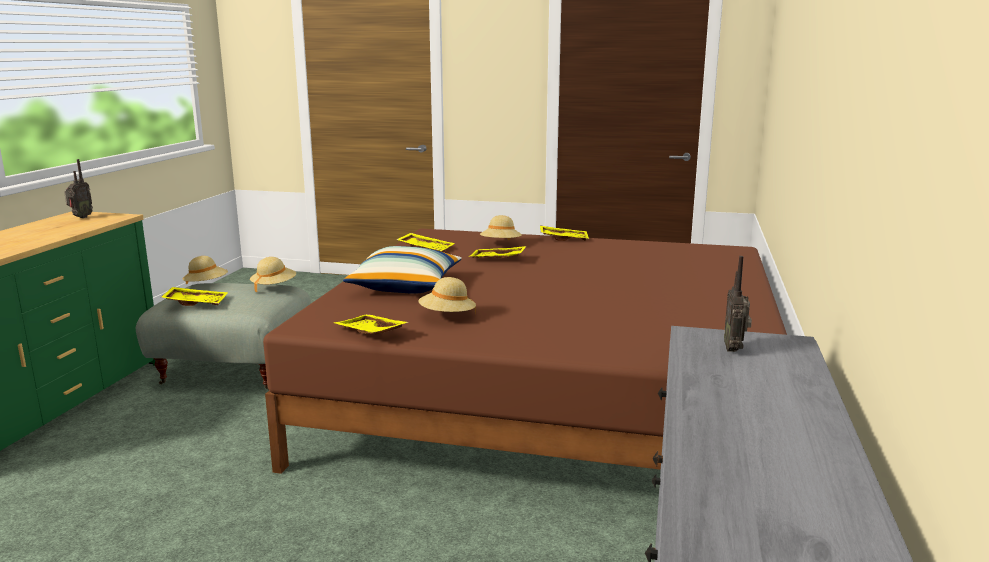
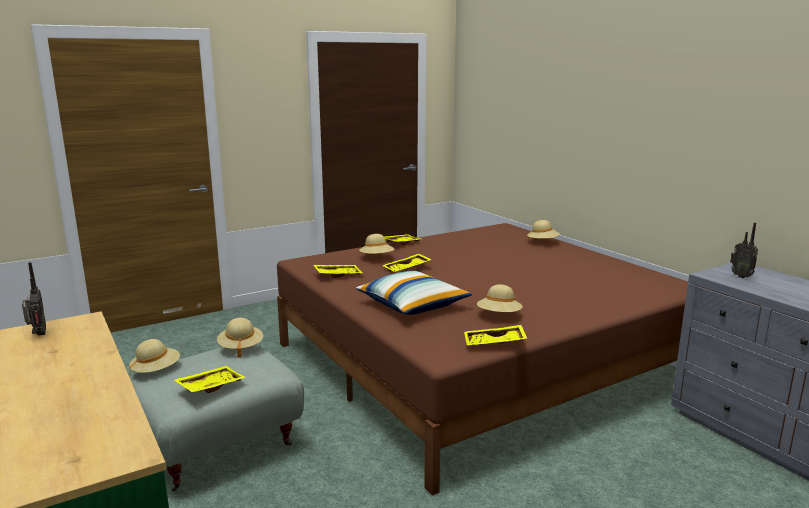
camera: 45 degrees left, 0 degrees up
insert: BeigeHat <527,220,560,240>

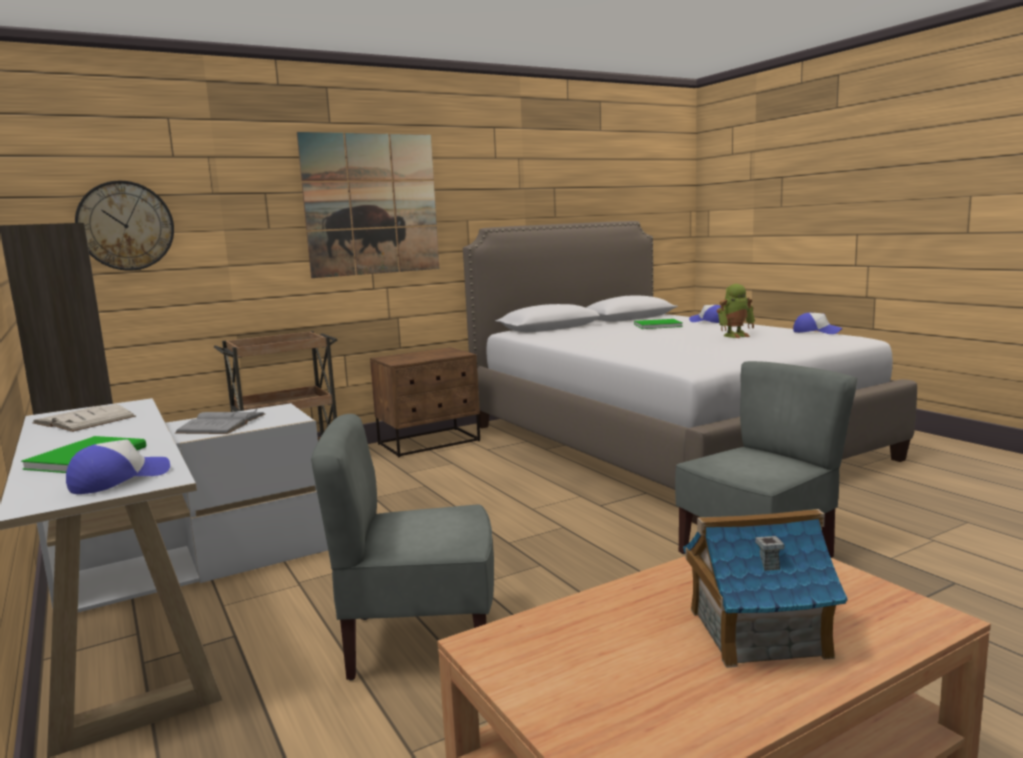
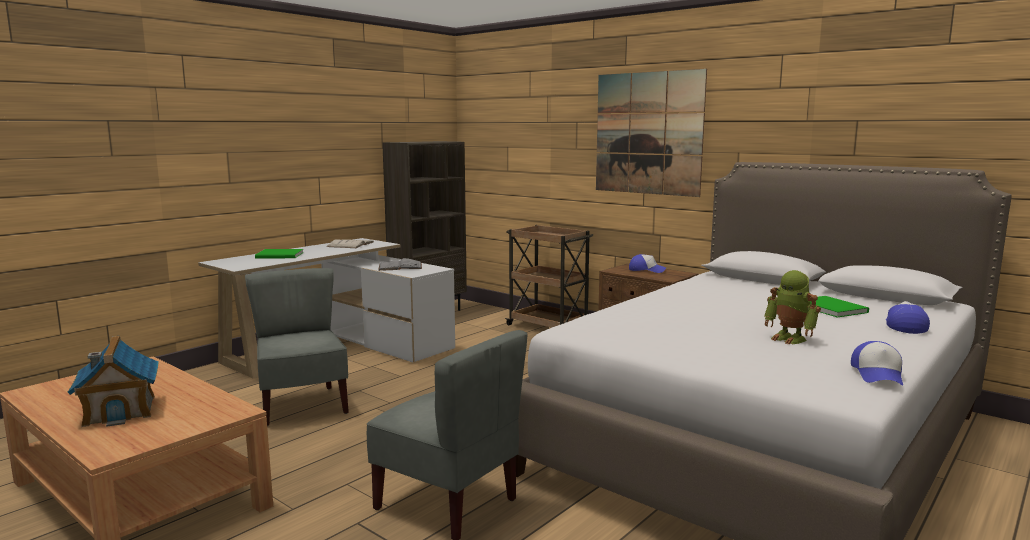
camera: 70 degrees right, 0 degrees up
delete: WallClock <75,181,174,271>
move: Cap <66,440,170,494> to <629,254,666,273>

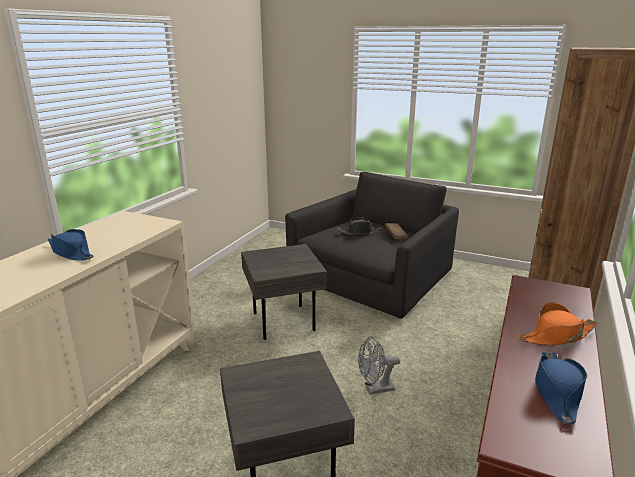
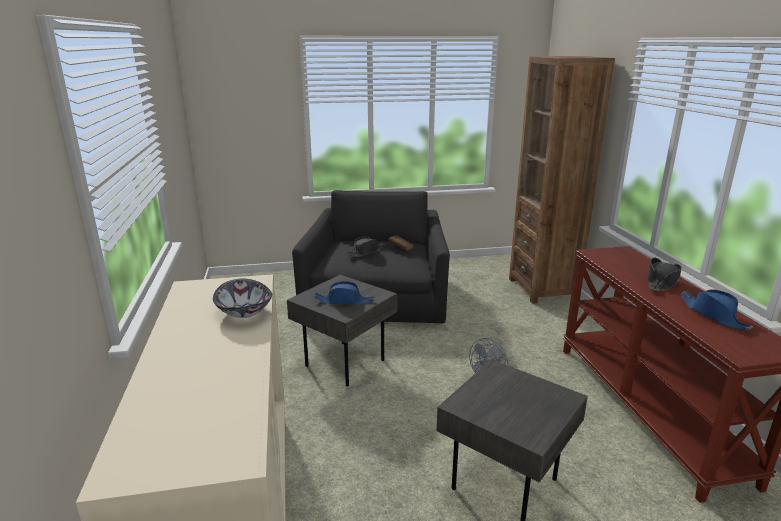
camera: 35 degrees left, 0 degrees up
insert: Bowl <213,279,272,318>
move: BlueHat <48,229,93,261> to <314,281,375,305>
recolor: OrangeHat <518,302,597,346> to BlackHat <648,258,682,291>

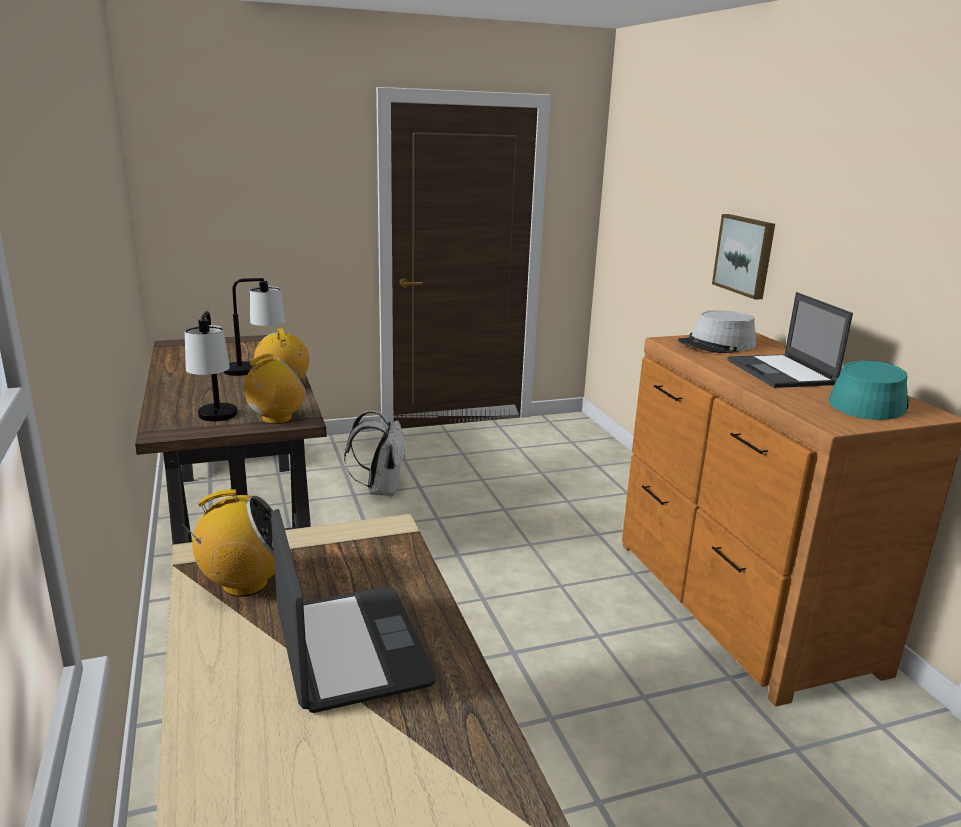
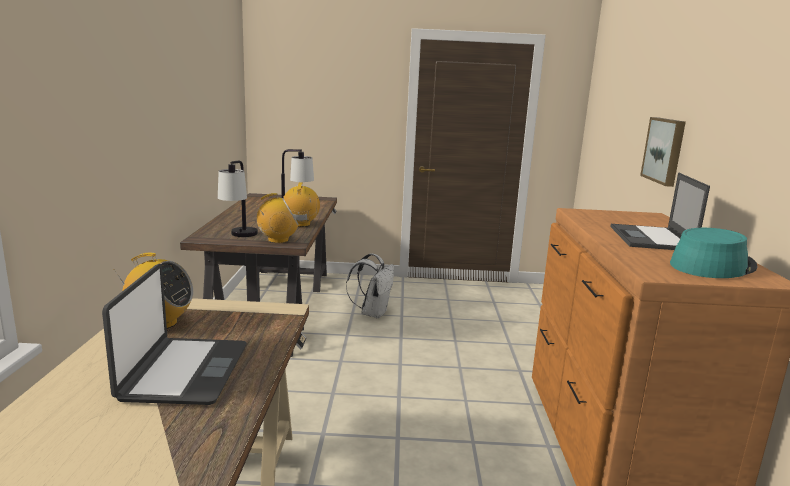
camera: 20 degrees right, 5 degrees down
delete: GreyHat <678,310,756,353>

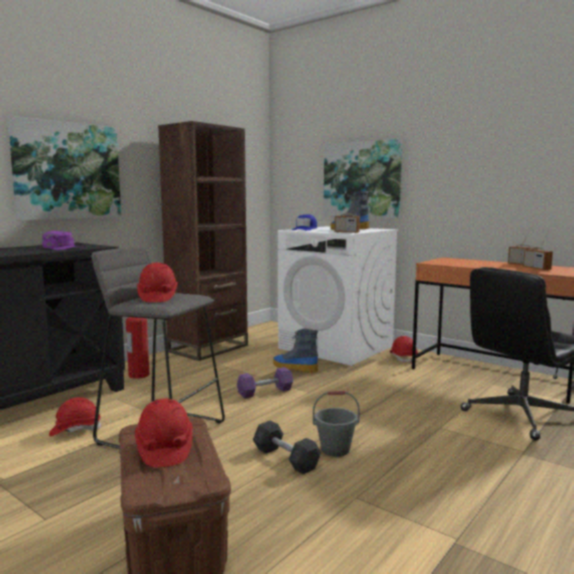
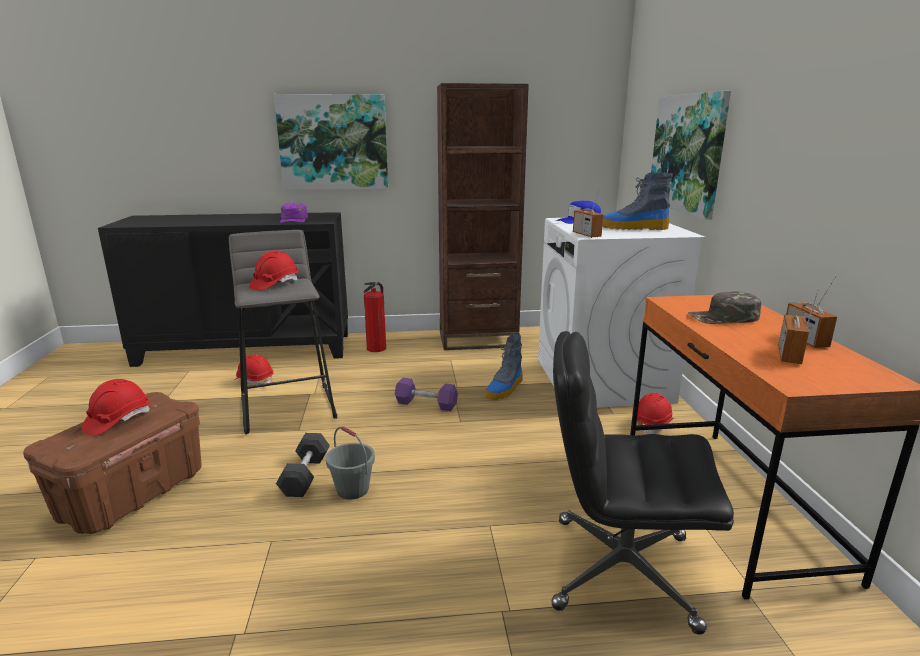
camera: 45 degrees right, 10 degrees up
insert: GreenCap <688,291,761,324>
rotate: Boot <273,328,318,373> = <485,334,523,400> 135 degrees counterclockwise

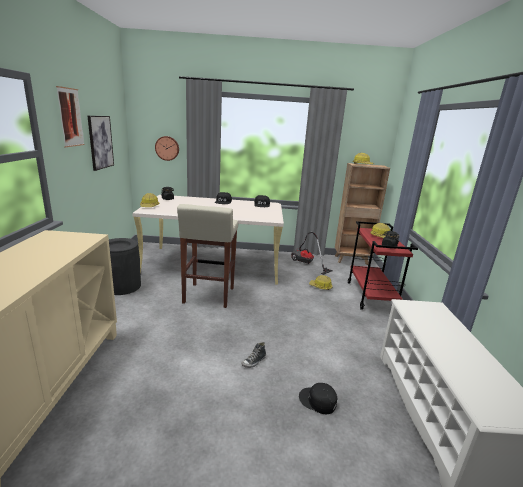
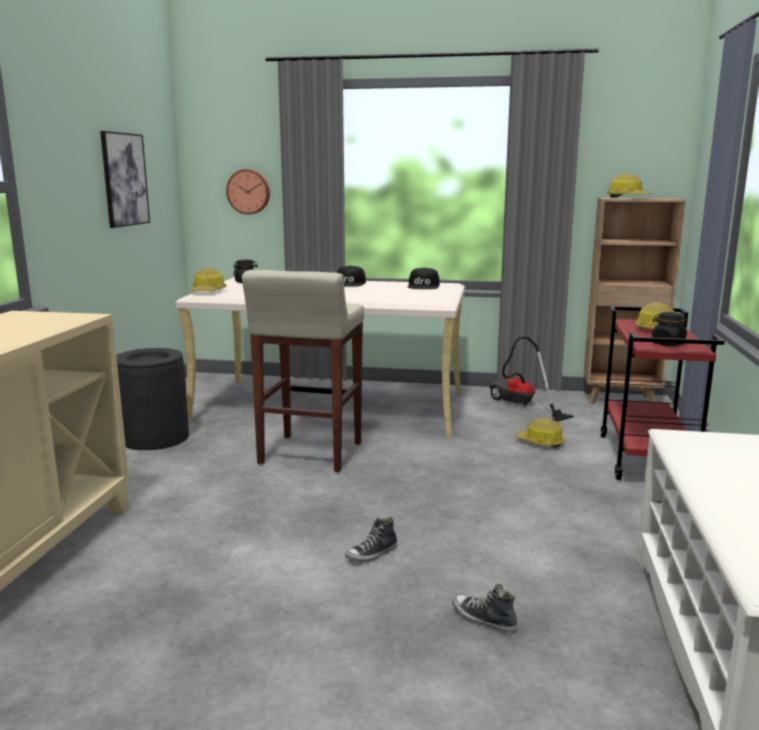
camera: 10 degrees right, 5 degrees down
delete: Picture <56,86,85,147>
replace: BlackCap <299,383,338,414> to Shoe <452,584,517,633>

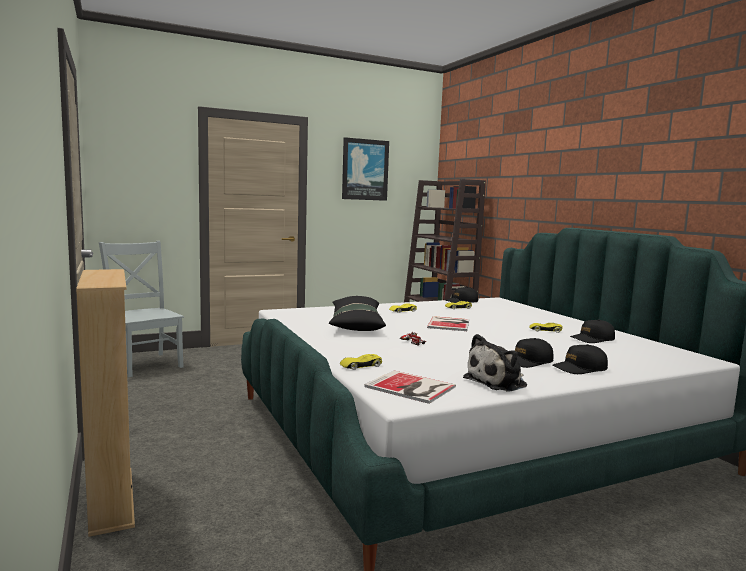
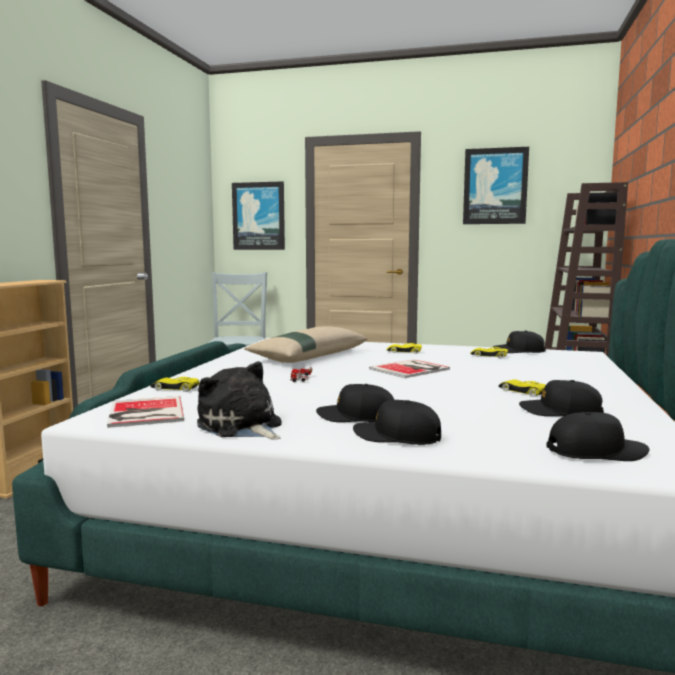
camera: 40 degrees right, 0 degrees up
insert: Picture <232,181,285,250>; BlackCap <547,412,650,461>
recolor: BlackPillow <329,296,386,331> to BeigePillow <244,326,367,363>
rotate: PlushToy <463,334,527,392> = <197,361,282,439> 45 degrees clockwise

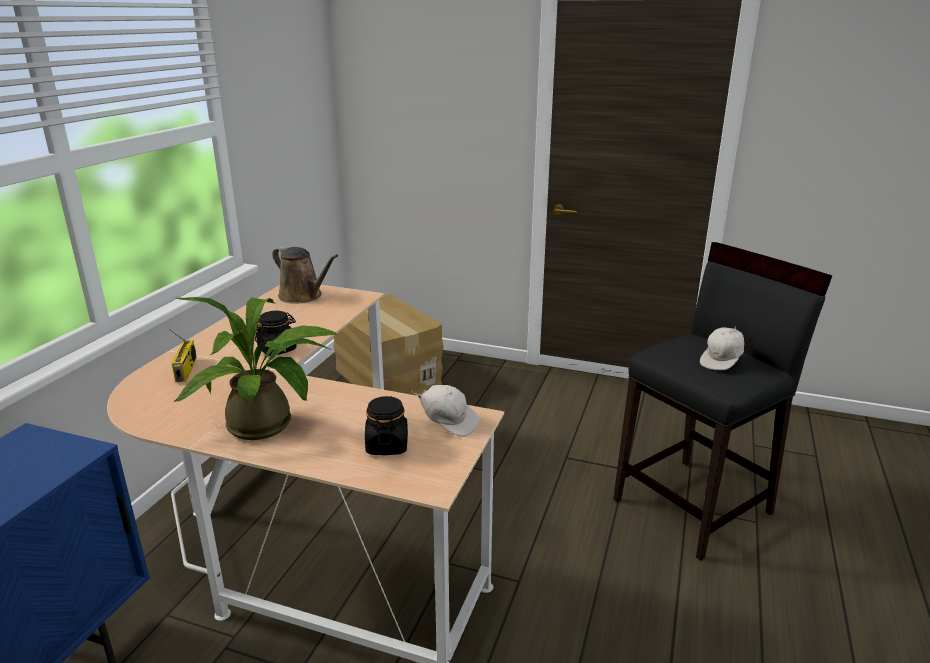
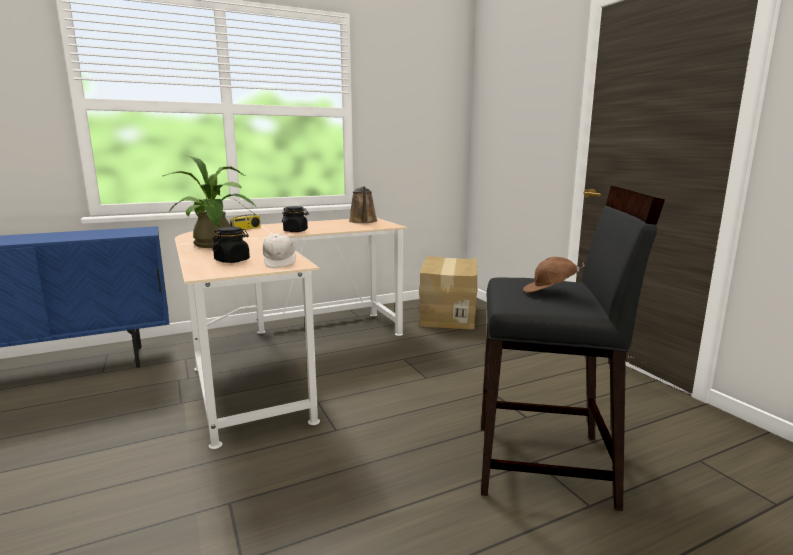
camera: 45 degrees right, 10 degrees down
recolor: WhiteCap <700,326,744,370> to BrownCap <523,257,585,293>

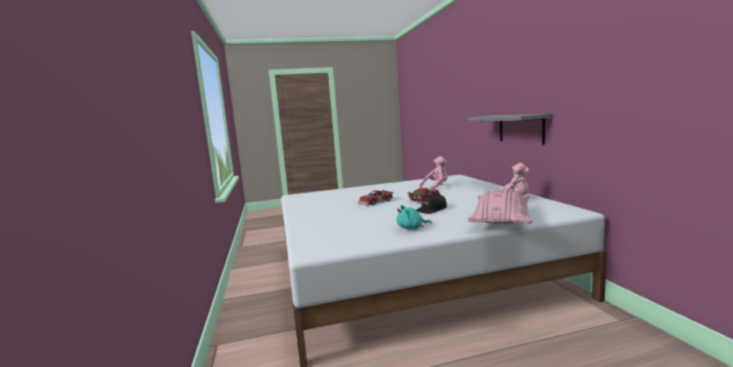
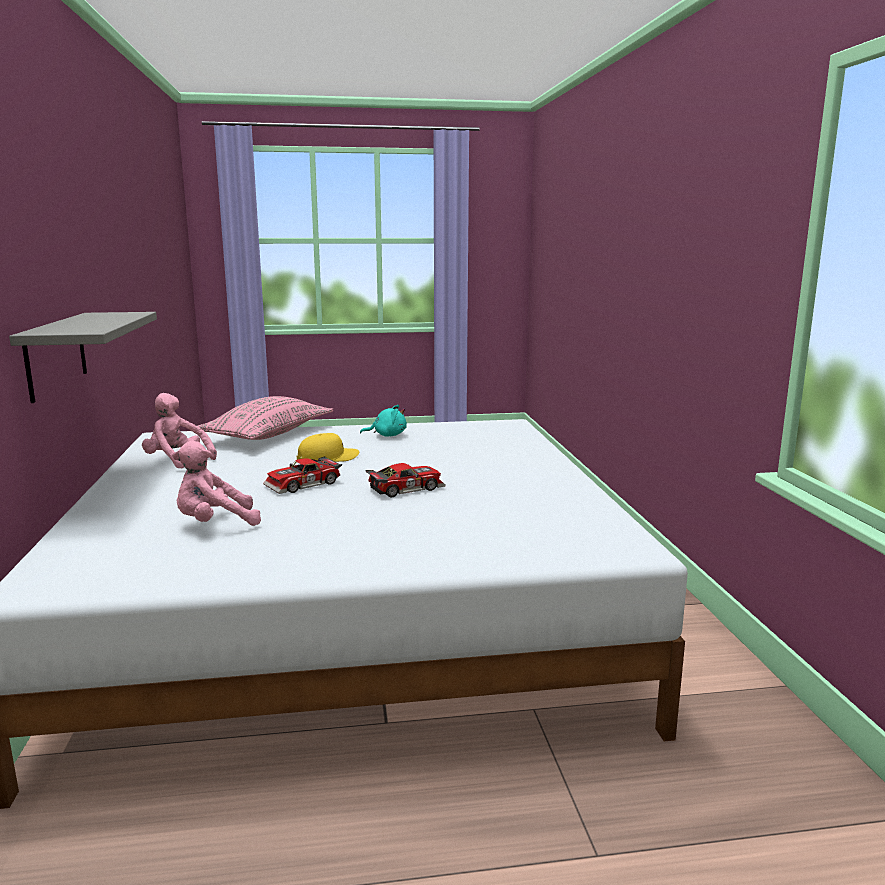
camera: 175 degrees left, 5 degrees up
recolor: BlackCap <416,194,447,214> to YellowCap <297,433,359,462>

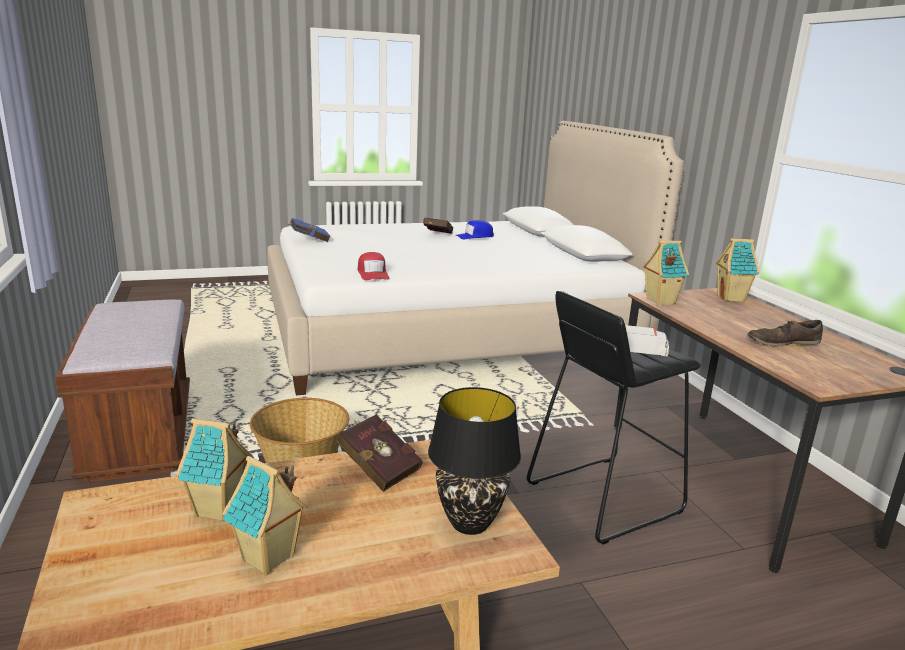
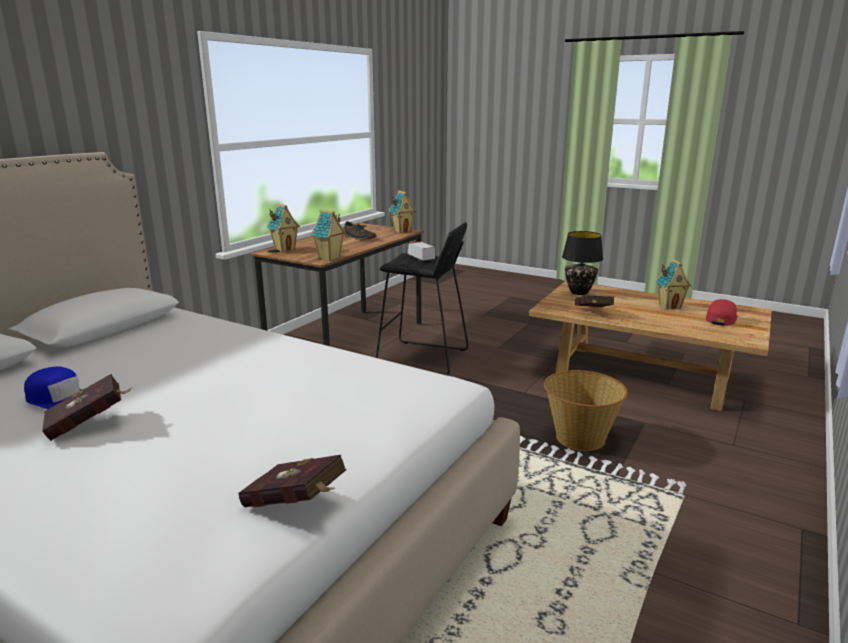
camera: 130 degrees left, 0 degrees up
delete: BrownBench <55,300,190,483>
move: ToyHouse <176,418,251,521> to <388,191,417,233>; RedCap <358,252,389,280> to <706,299,738,326>
recolor: BlueBook <284,218,331,242> to RedBook <238,455,346,507>

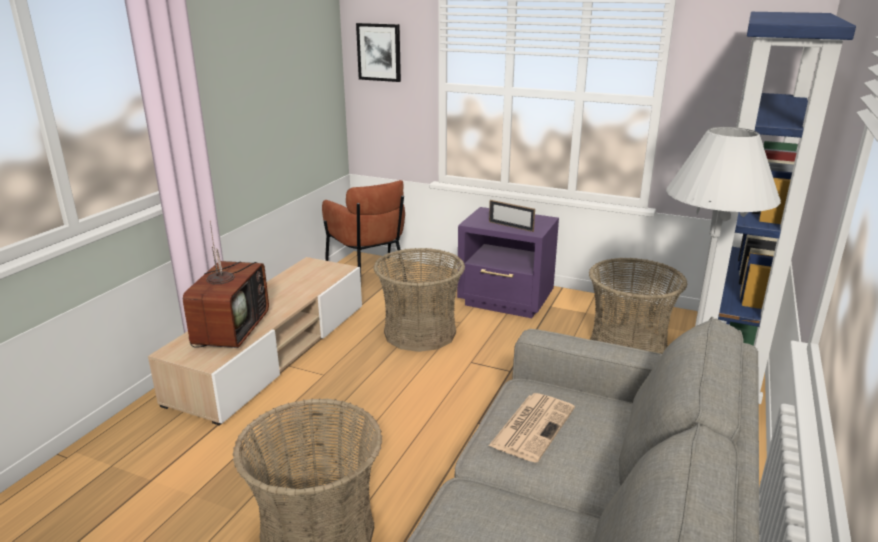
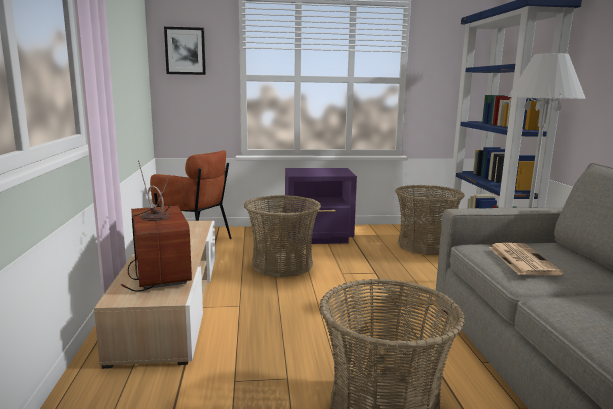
camera: 30 degrees left, 10 degrees down
delete: PictureFrame <489,200,535,232>

